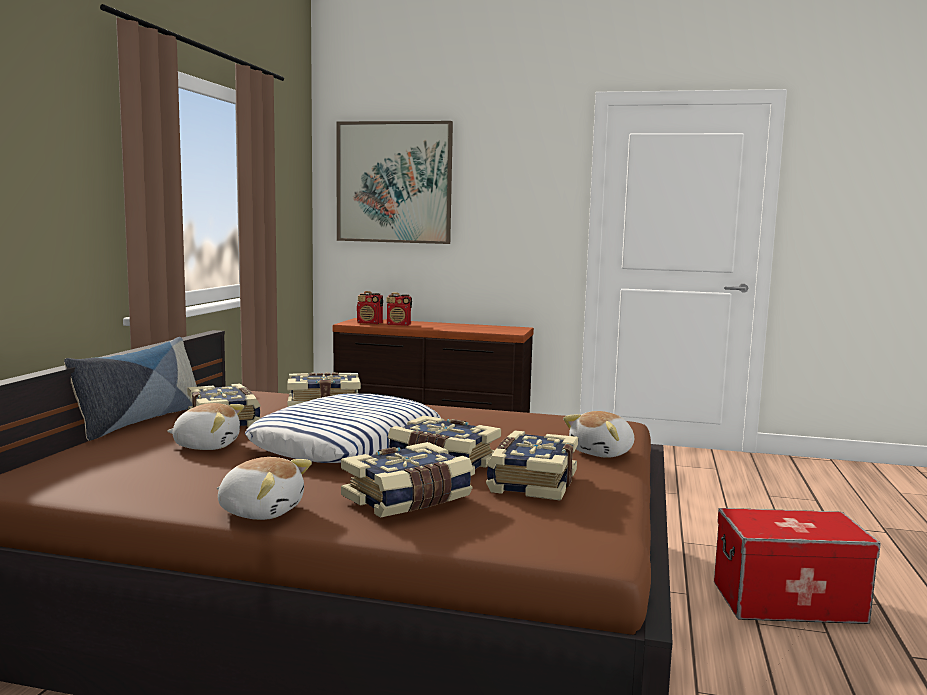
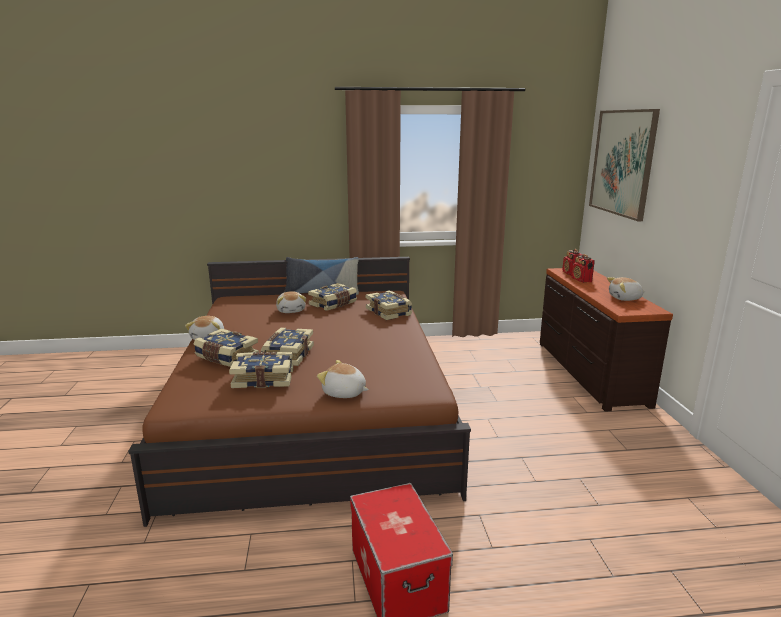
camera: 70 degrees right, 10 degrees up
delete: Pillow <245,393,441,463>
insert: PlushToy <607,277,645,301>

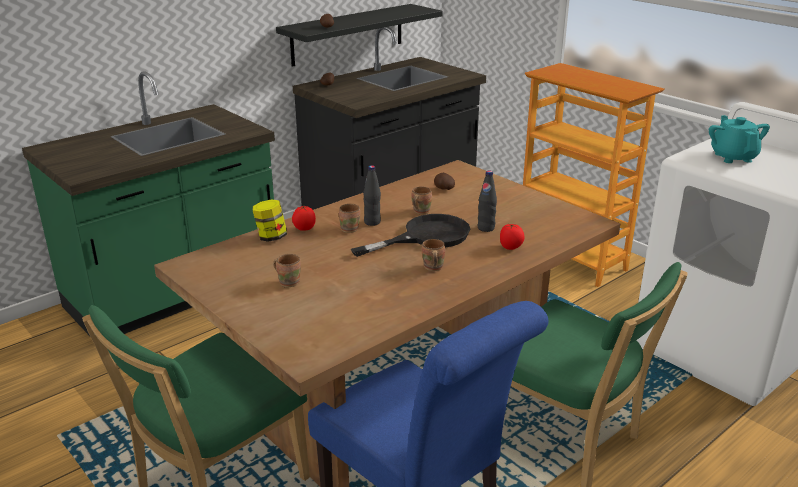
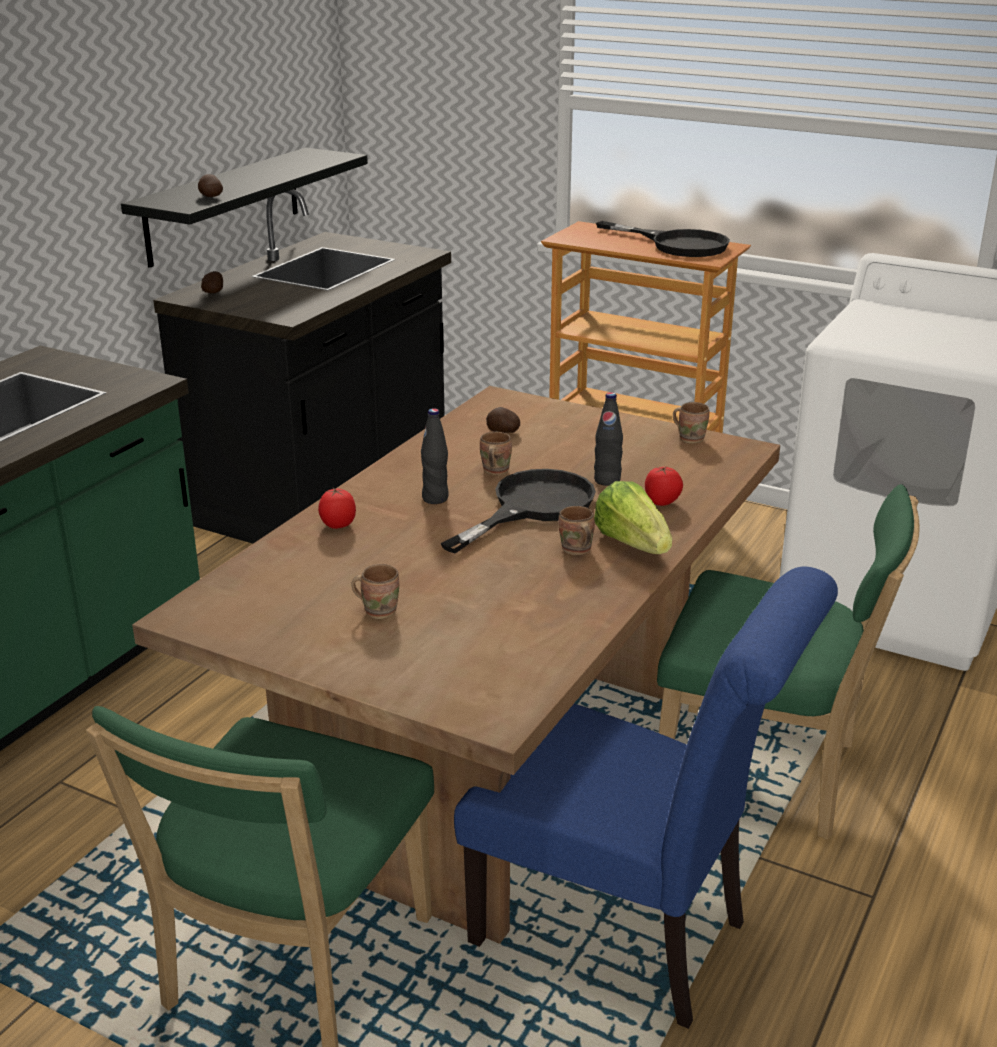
camera: 20 degrees left, 0 degrees up
delete: Jar <253,199,287,242>; TurquoiseTeapot <709,115,770,163>
insert: Lettuce <594,481,672,554>; BlackFryingPan <596,221,730,257>
move: BrownMug <339,204,360,233> to <673,402,710,444>

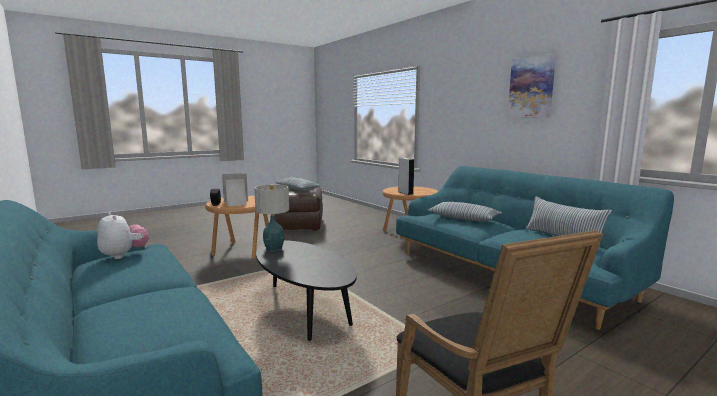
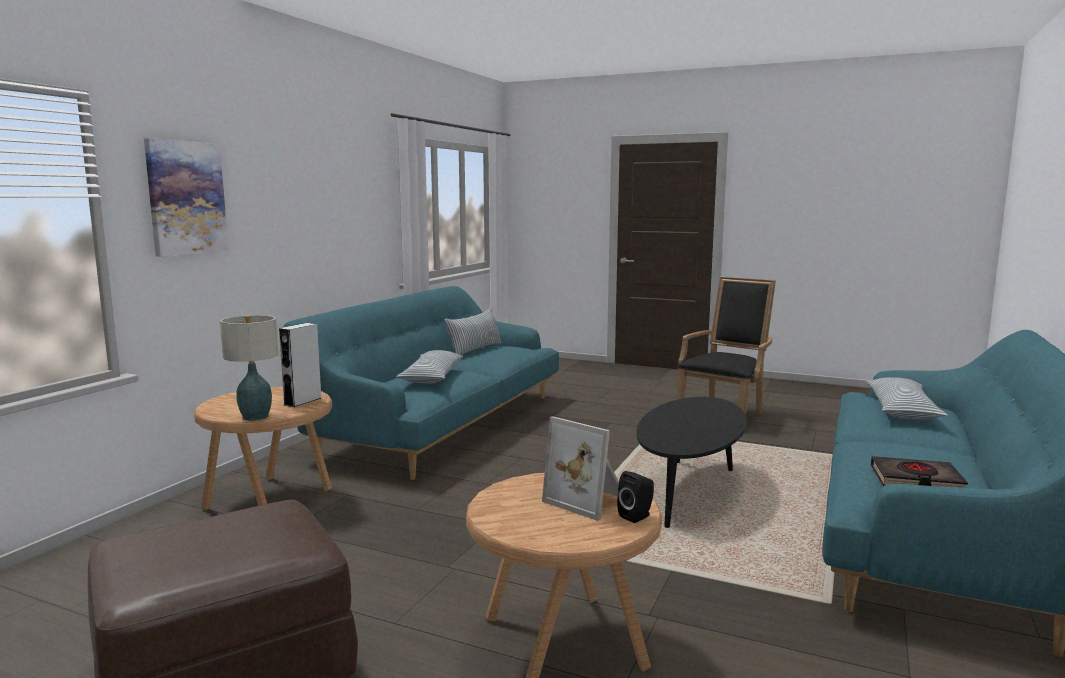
camera: 120 degrees left, 0 degrees up
move: TableLamp <254,185,289,252> to <220,315,279,421>; Pillow <275,178,321,191> to <866,377,948,419>; Picture <508,54,556,118> to <144,138,229,257>
replace: PlushToy <97,212,149,259> to BlackBook <871,456,968,488>

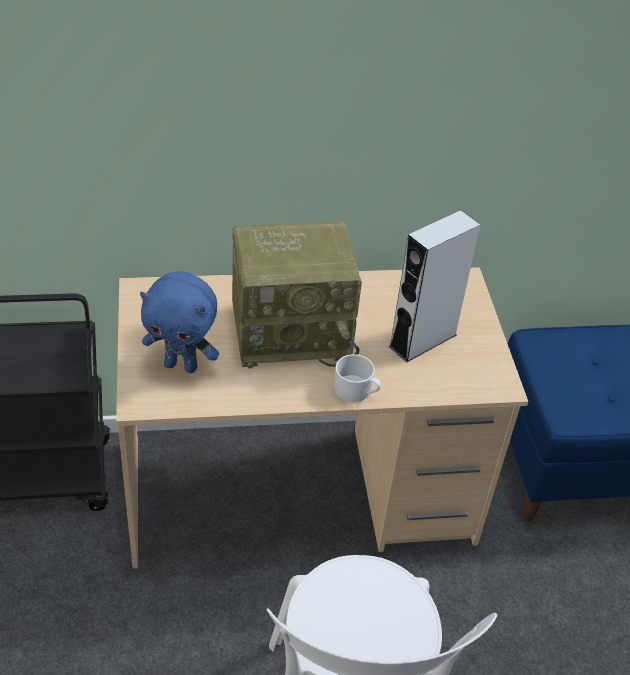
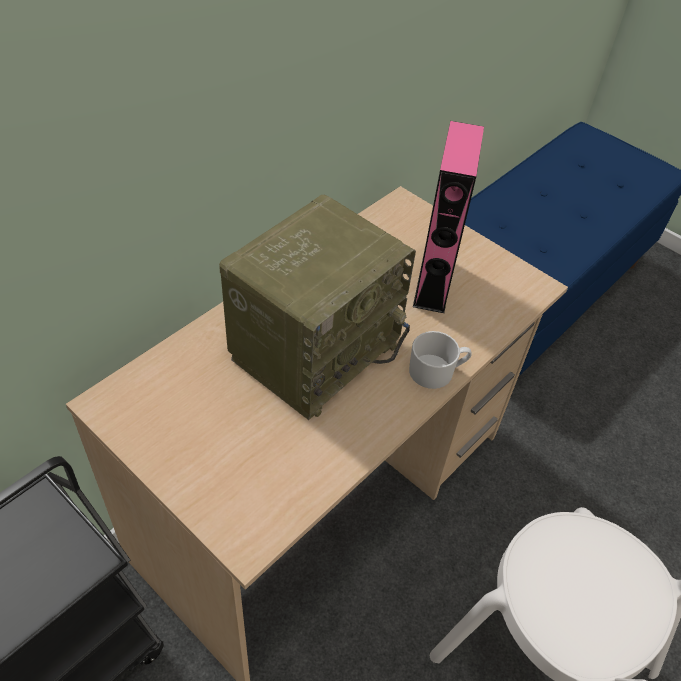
camera: 40 degrees left, 5 degrees up
delete: BluePlushToy <140,271,219,373>
recolor: GreySpeaker <389,210,480,362> to PinkSpeaker <413,121,484,313>

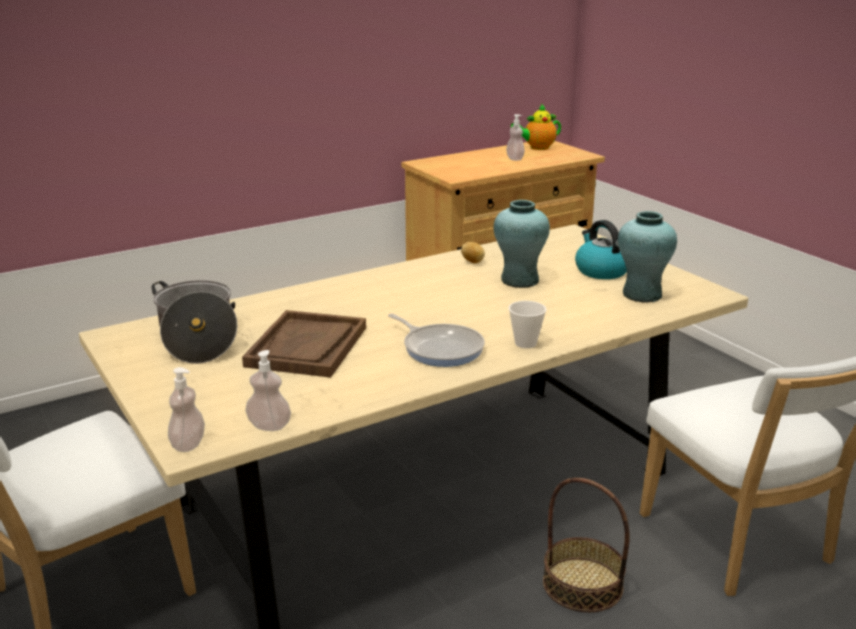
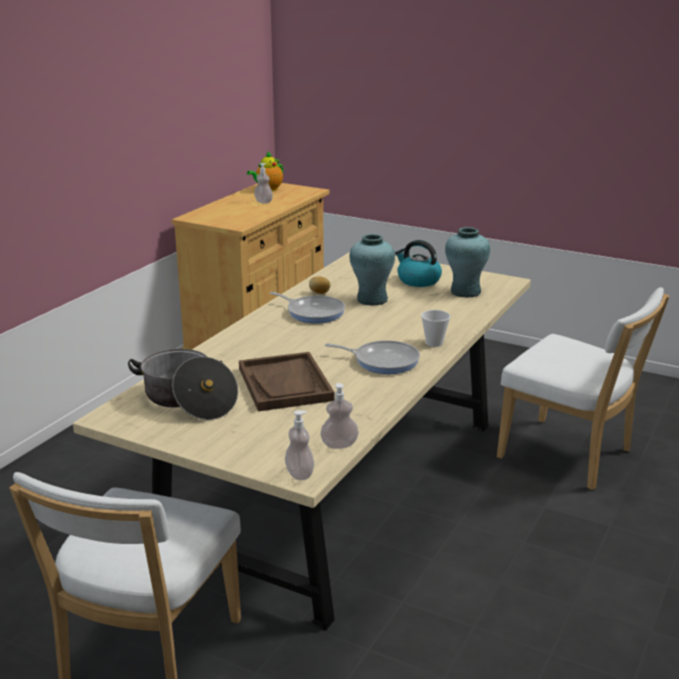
camera: 30 degrees left, 0 degrees up
delete: Basket <543,478,630,612>
insert: FryingPan <270,292,345,323>

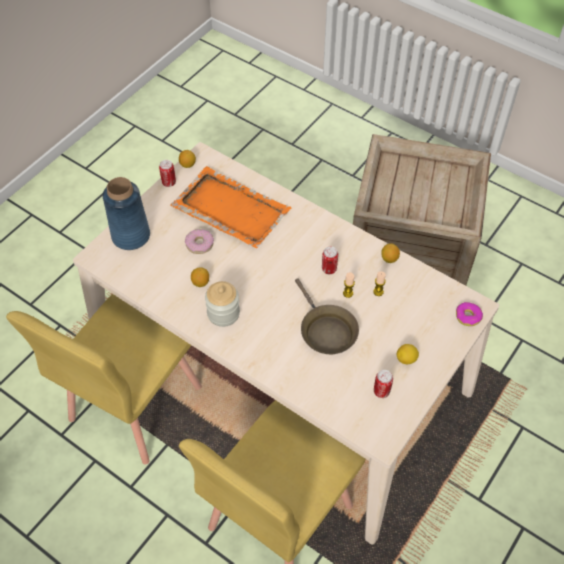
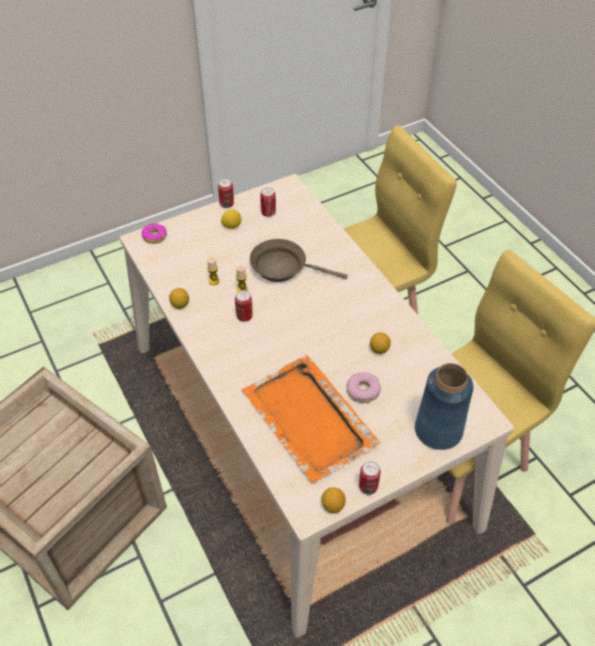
camera: 155 degrees left, 5 degrees down
delete: Jar <205,281,240,327>
insert: Can <218,179,234,208>
rotate: BrownFryingPan <295,279,359,354> = <250,239,348,282> 75 degrees counterclockwise

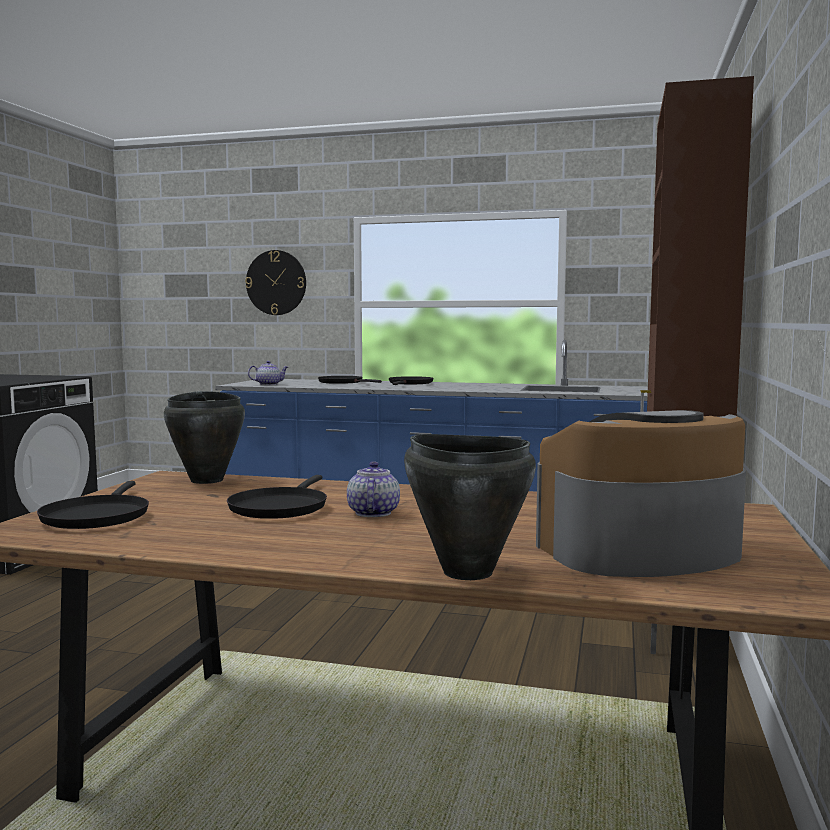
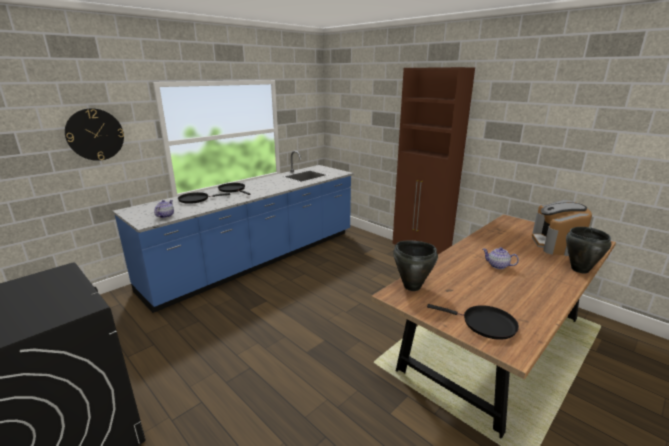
camera: 60 degrees left, 15 degrees up
delete: BlackFryingPan <227,475,327,519>

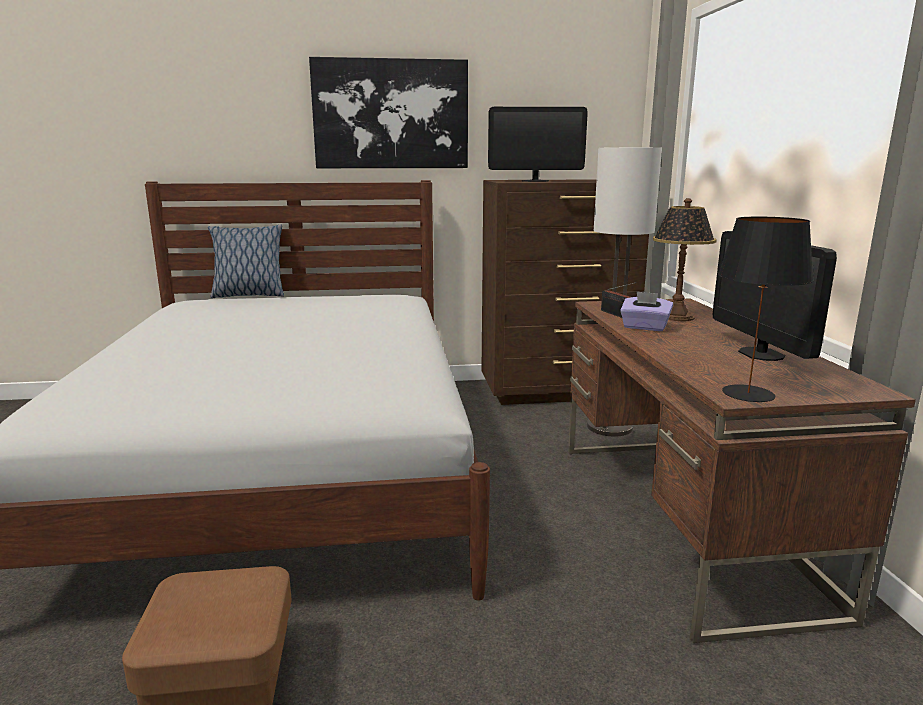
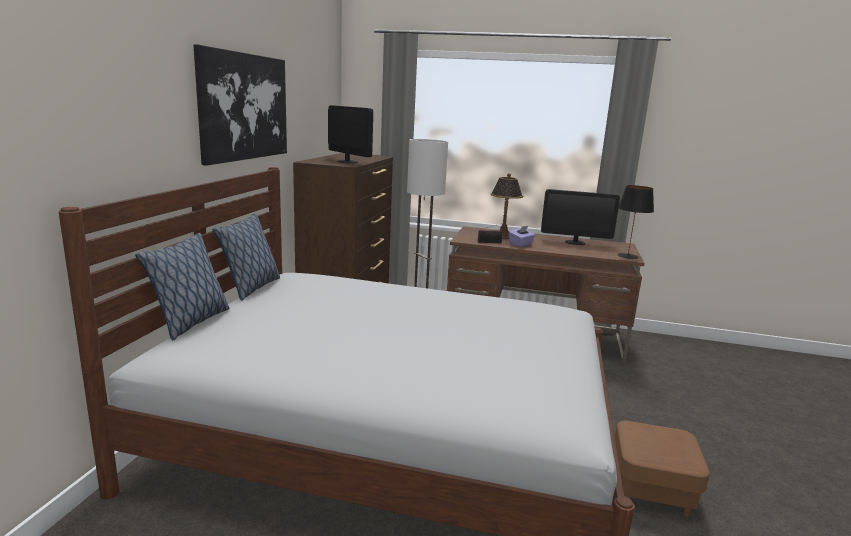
camera: 70 degrees left, 0 degrees up
insert: Pillow <213,213,280,301>
rotate: Monitor <488,107,588,182> = <328,105,373,163> 60 degrees counterclockwise

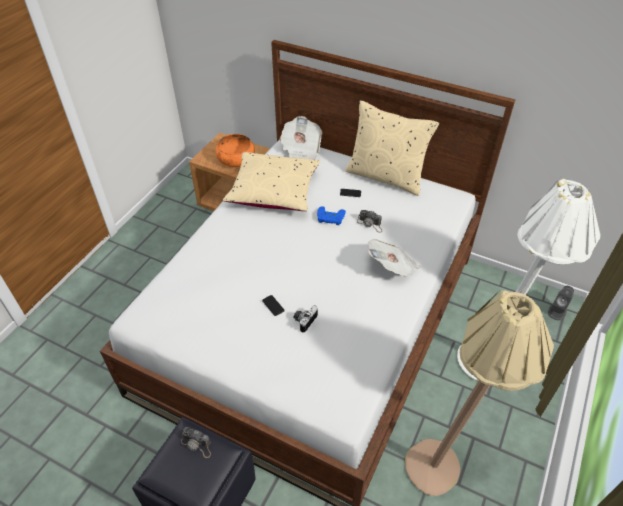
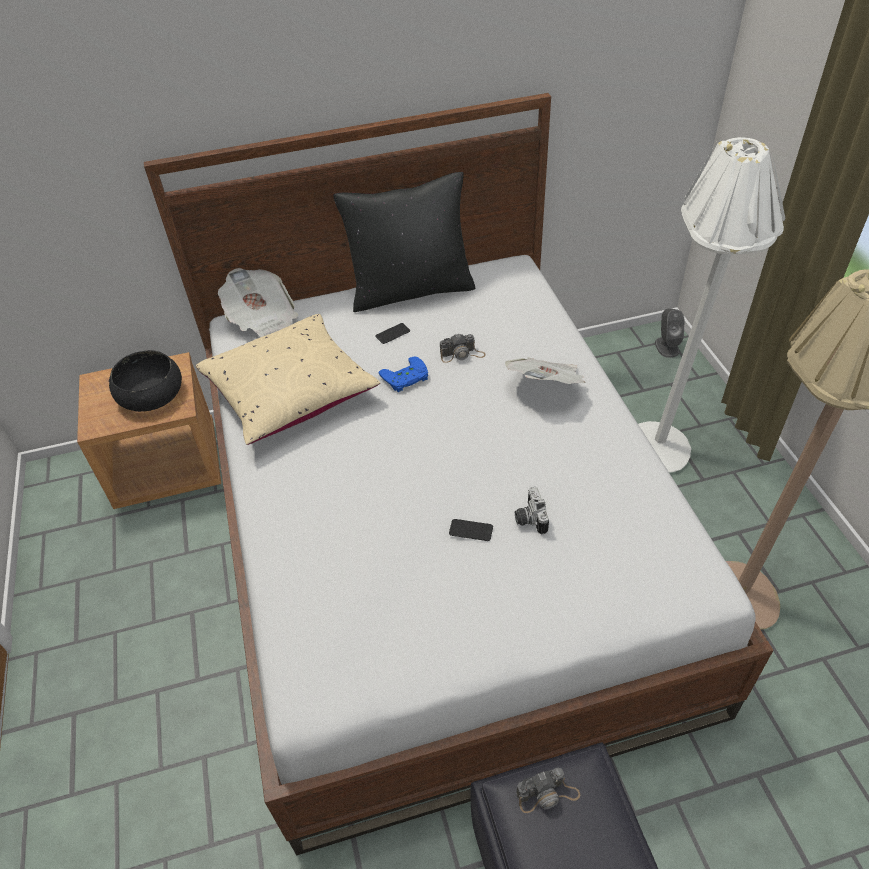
camera: 40 degrees left, 0 degrees up
recolor: OrangeBowl <216,134,255,167> to BlackBowl <109,350,182,412>; BeigePillow <345,100,439,196> to BlackPillow <333,172,475,312>

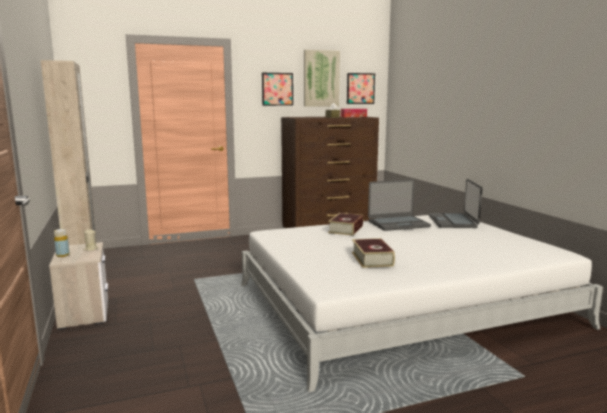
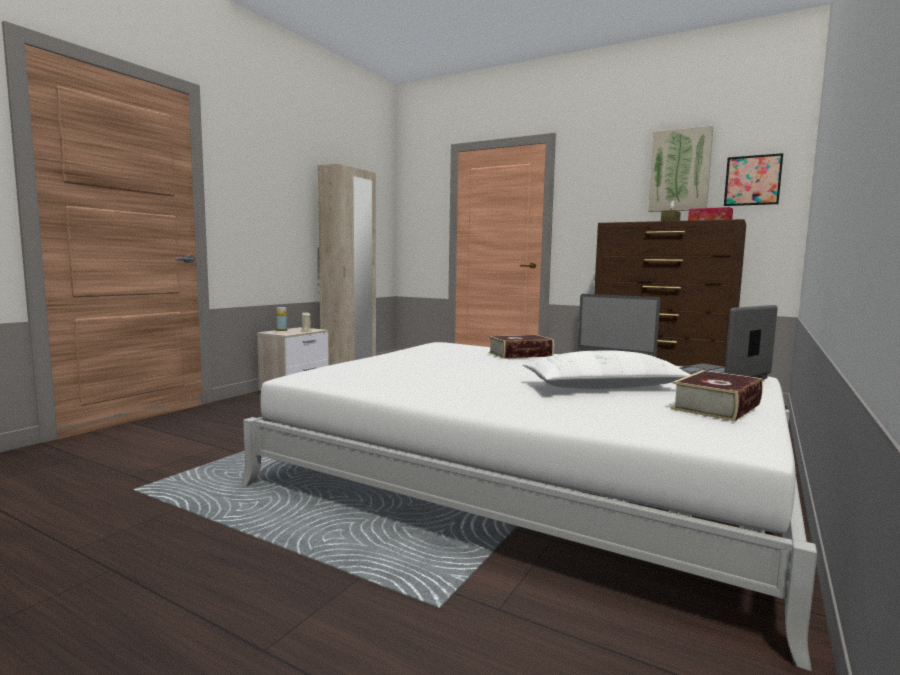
camera: 50 degrees right, 5 degrees down
delete: Picture <262,73,293,106>
insert: WhitePillow <523,350,690,389>
move: Book <352,238,395,268> to <671,370,763,421>

